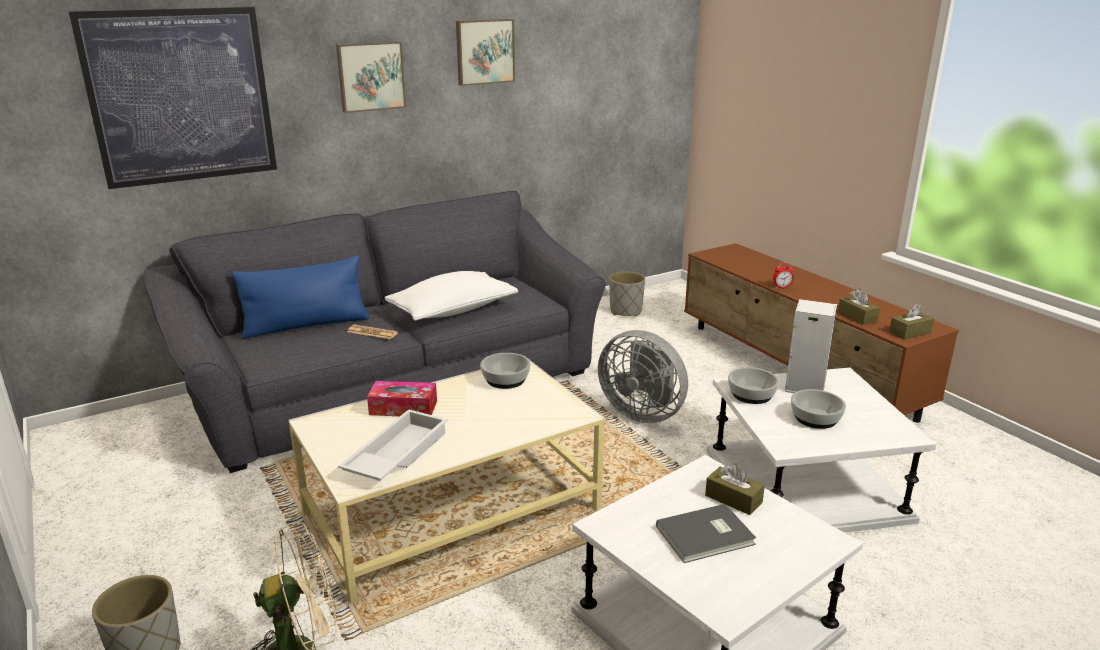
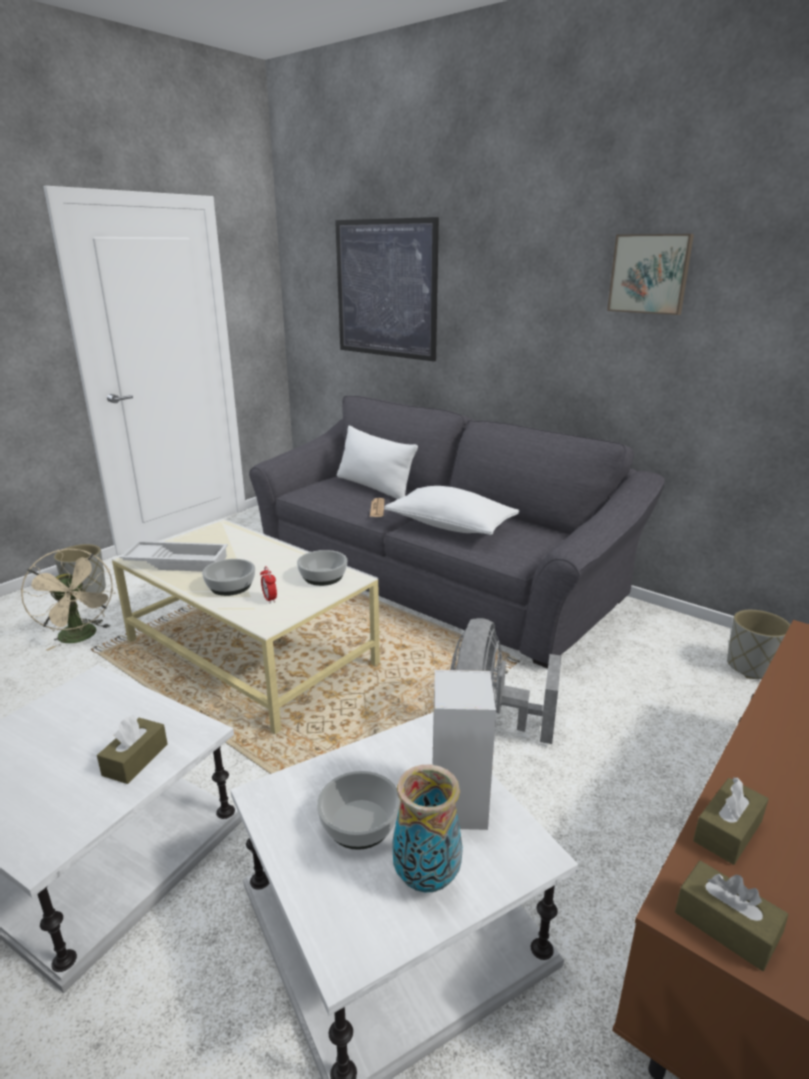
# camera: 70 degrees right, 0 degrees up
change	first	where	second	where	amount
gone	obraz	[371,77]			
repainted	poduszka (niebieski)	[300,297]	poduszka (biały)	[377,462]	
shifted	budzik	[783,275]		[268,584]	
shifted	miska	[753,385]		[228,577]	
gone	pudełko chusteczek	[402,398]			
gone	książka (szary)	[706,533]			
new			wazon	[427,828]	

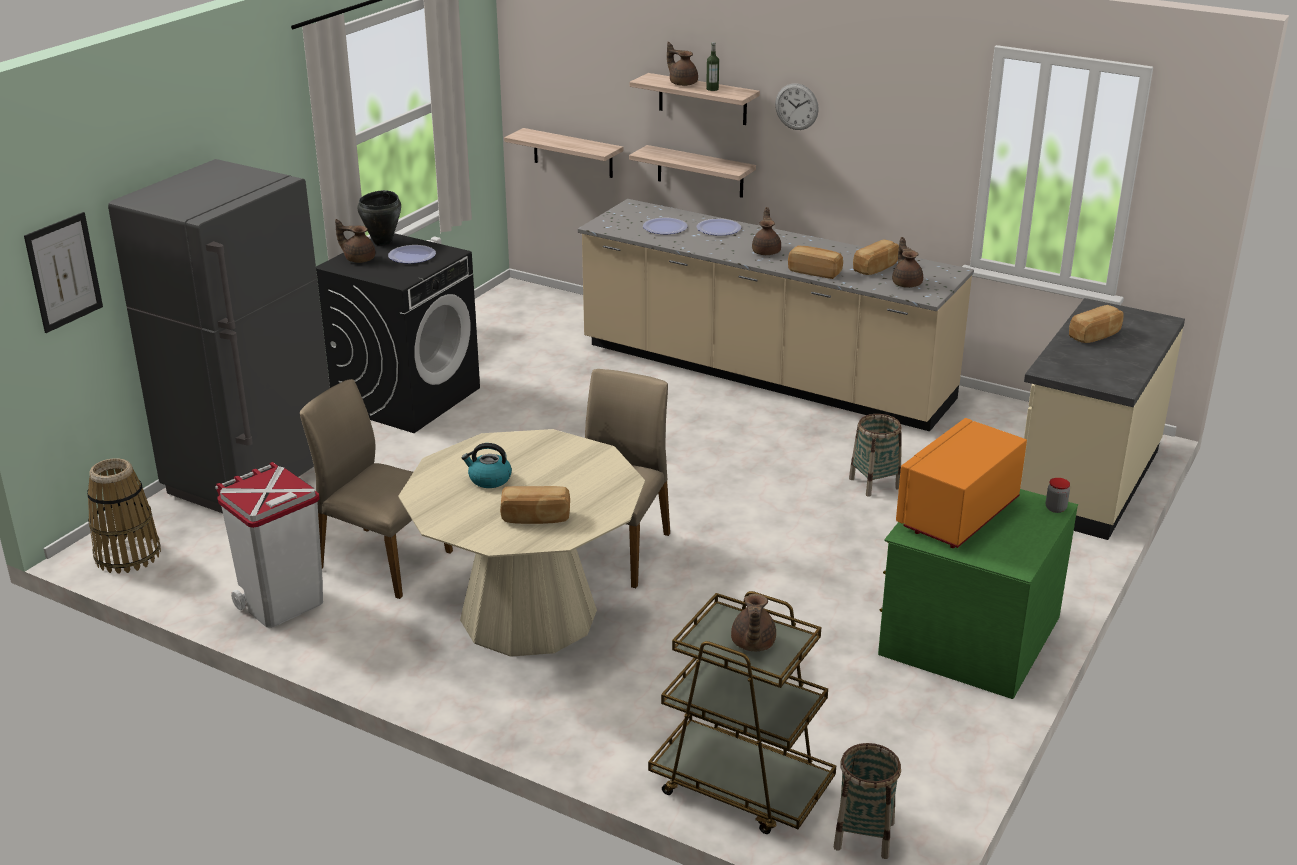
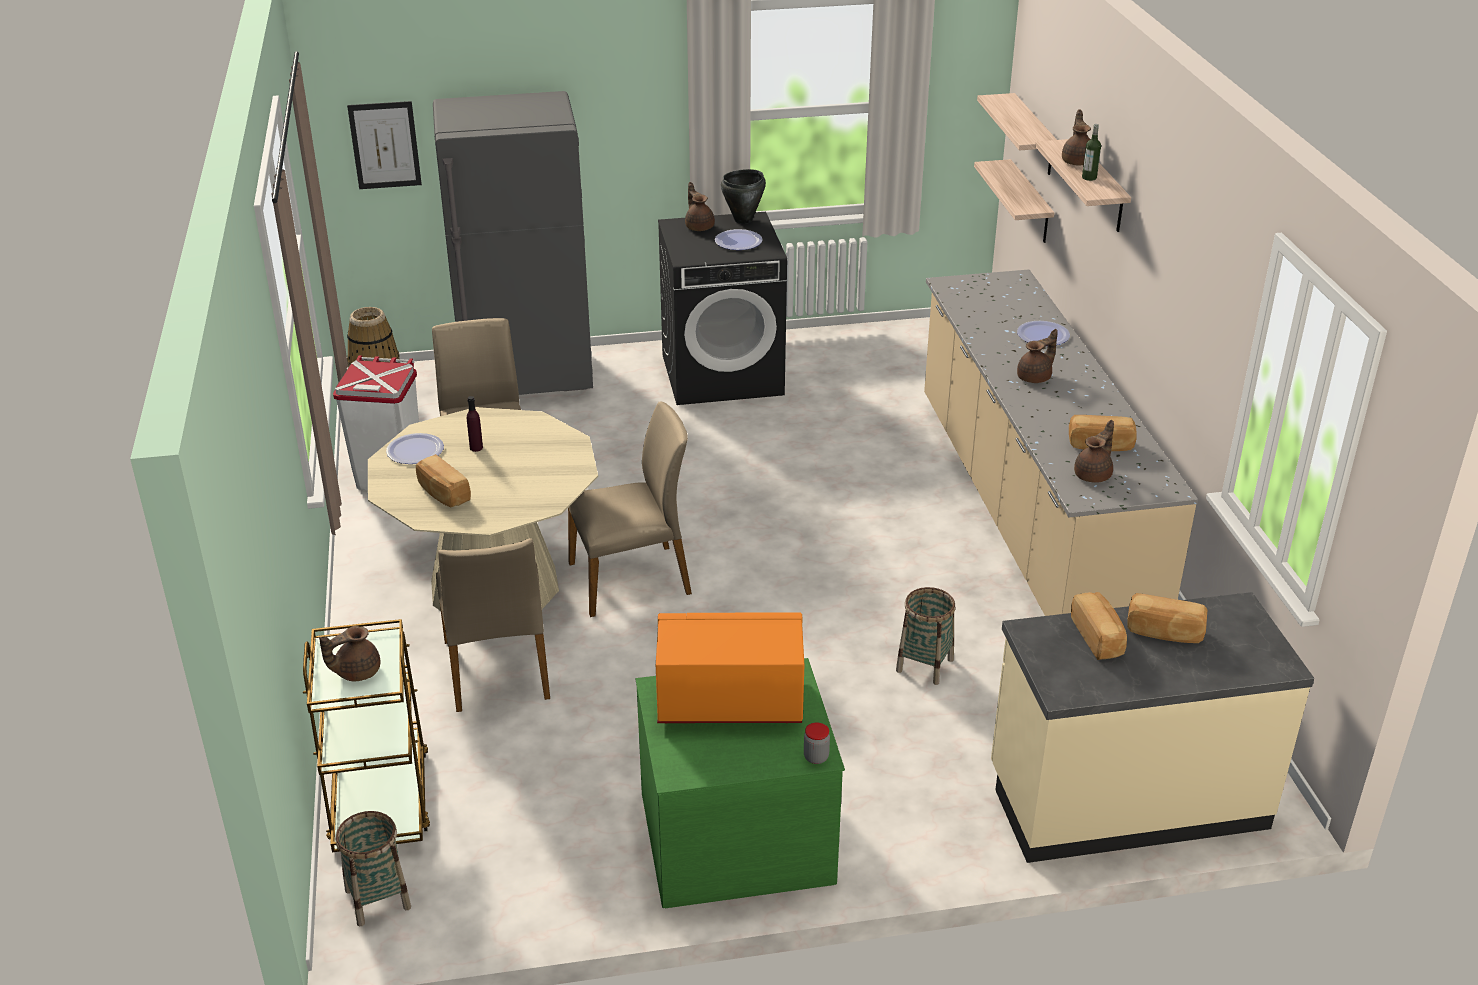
# camera: 50 degrees right, 5 degrees up
change	first	where	second	where	amount
gone	zegar ścienny	[797,106]			
shifted	półka	[692,171]		[1017,134]	
shifted	talerz	[665,226]		[415,448]	
shifted	chleb	[815,262]		[1099,626]	
swapped	czajnik	[486,465]	butelka (fioletowy)	[475,424]	
new			krzesło (beżowy)	[493,625]	

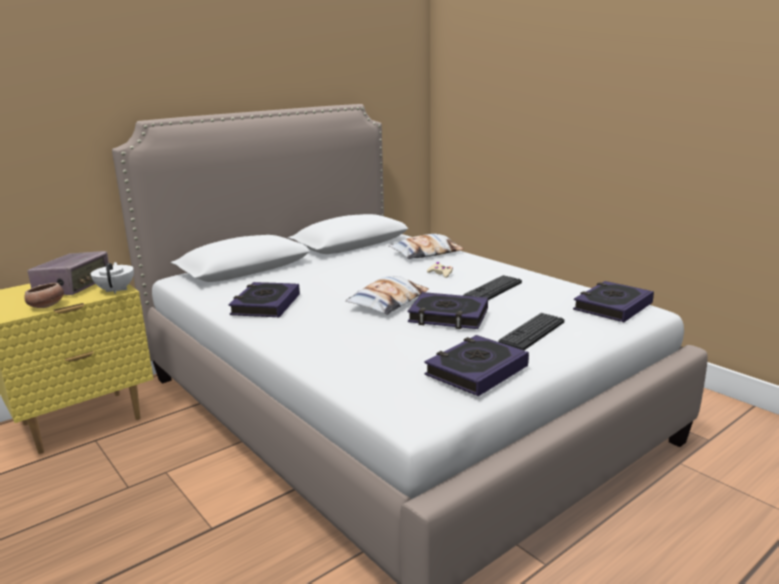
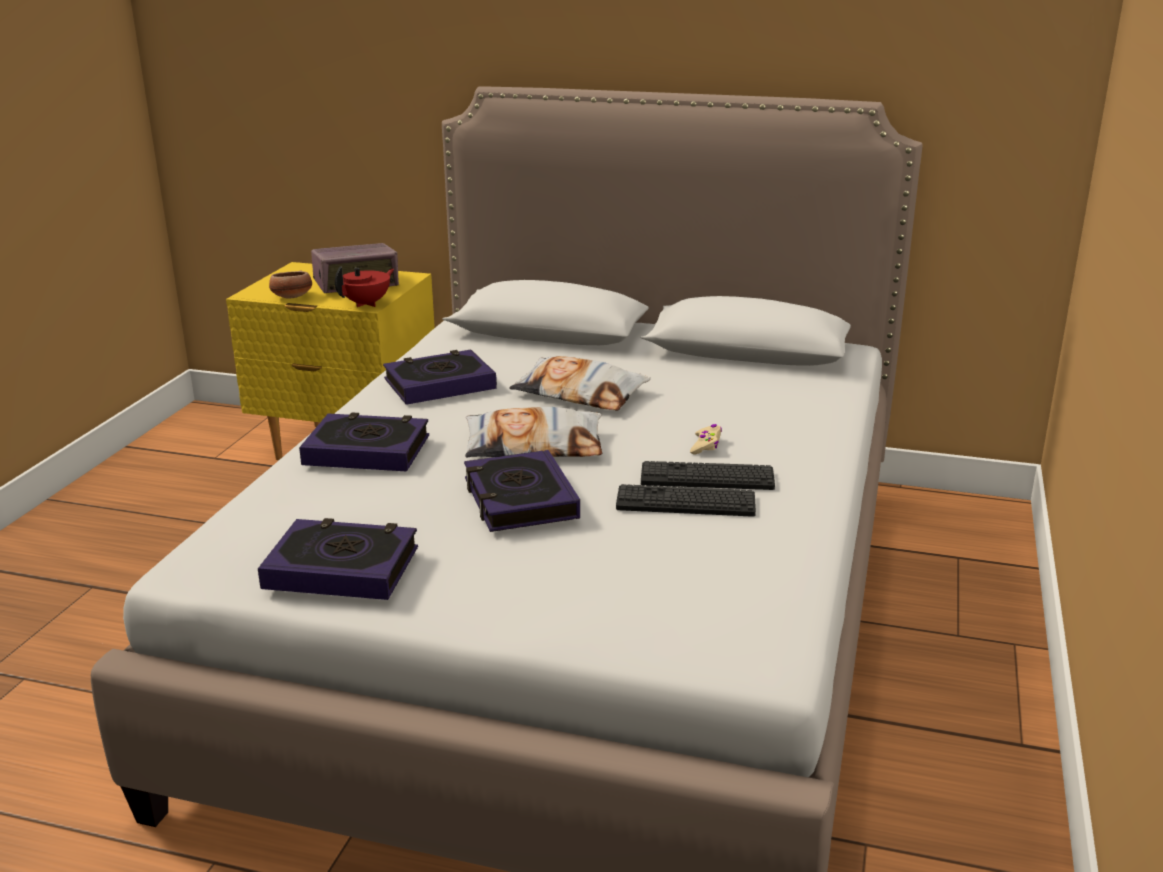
# camera: 55 degrees right, 5 degrees up
change	first	where	second	where	amount
shifted	poduszka	[426,246]		[579,383]	
repainted	imbryk (biały)	[112,278]	imbryk (czerwony)	[364,286]	
shifted	książka	[613,301]		[364,442]	
shifted	klawiatura	[531,331]		[708,475]	

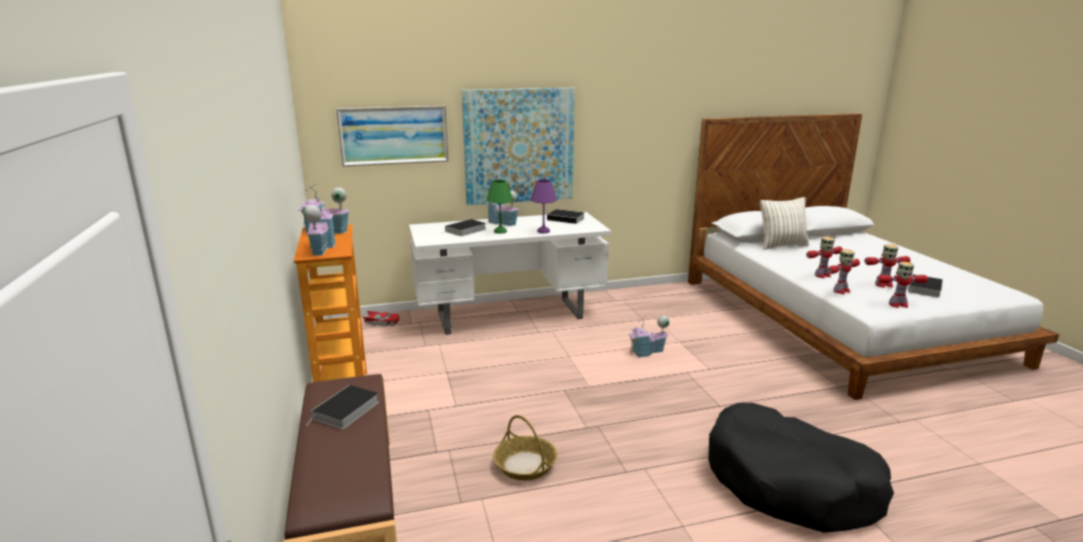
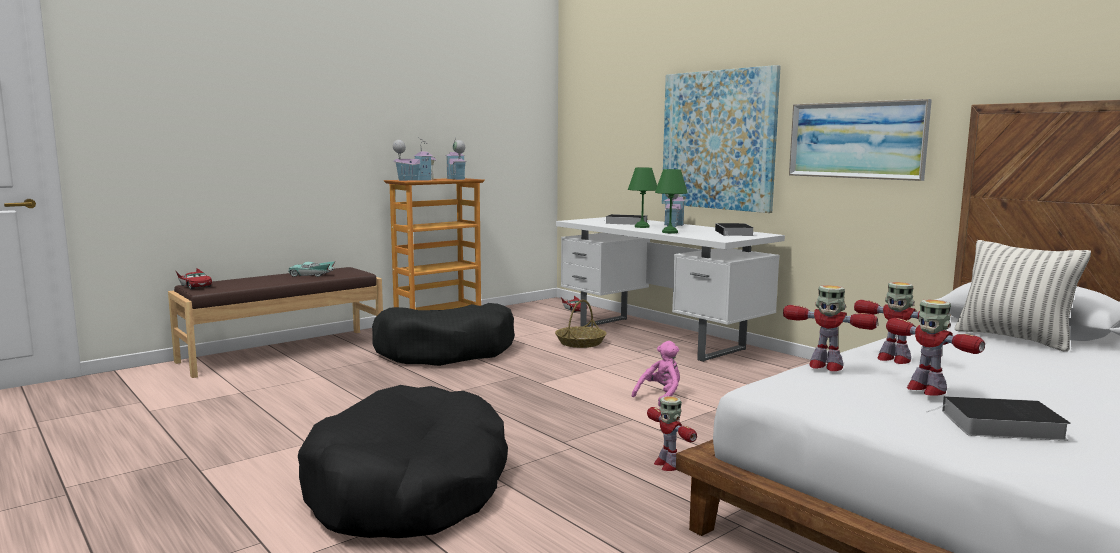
# camera: 65 degrees right, 10 degrees down
change	first	where	second	where	amount
shifted	obraz	[392,136]		[860,140]	
repainted	lampa stołowa (fioletowy)	[543,206]	lampa stołowa (zielony)	[671,201]	
shifted	robot zabawkowy	[902,284]		[672,433]	
swapped	domek	[649,336]	pluszak (różowy)	[656,374]	
swapped	książka	[342,407]	samochodzik (turkusowy)	[312,269]	
shifted	koszyk	[525,448]		[581,324]	
new			samochodzik (czerwony)	[193,278]	
new			legowisko (czarny)	[443,334]	

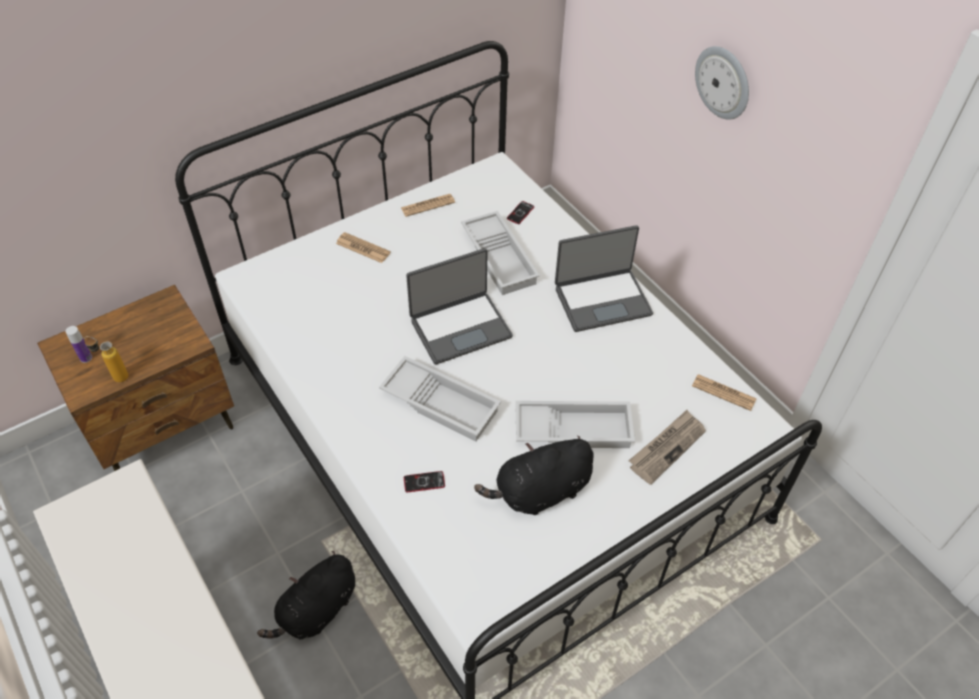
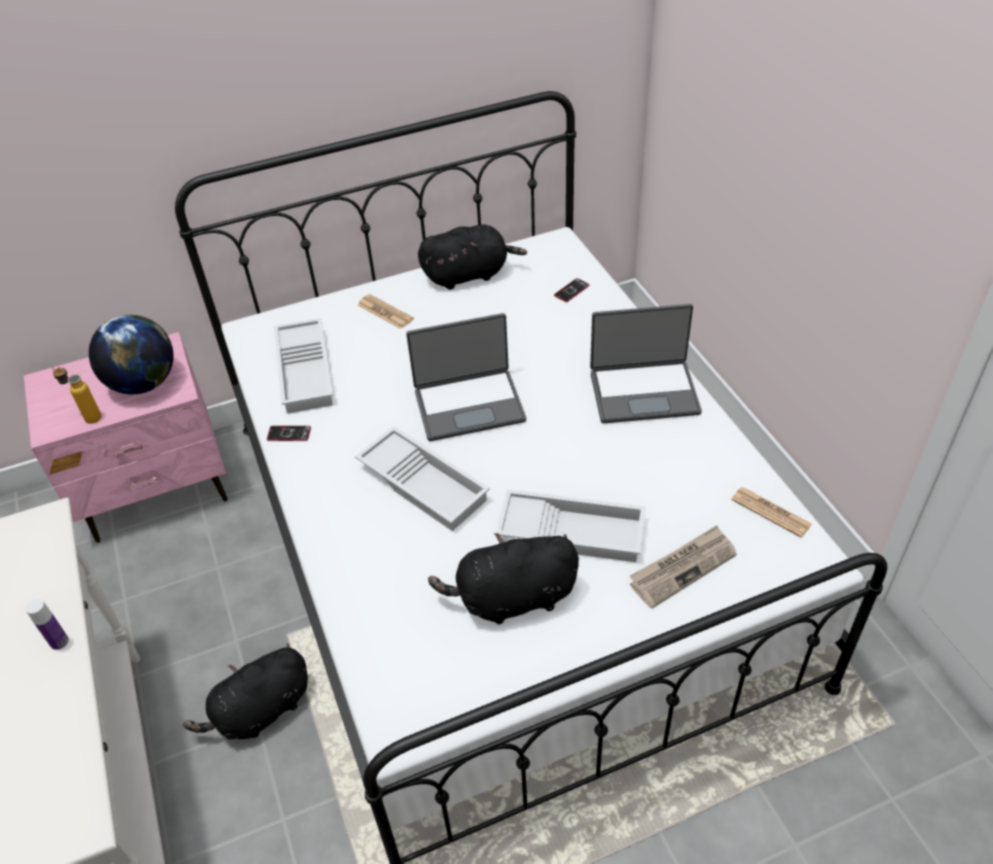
# camera: 15 degrees right, 5 degrees down
change	first	where	second	where	amount
gone	zegar ścienny	[722,83]			
swapped	gazeta	[428,205]	pluszak (czarny)	[472,257]	
shifted	taca (biały)	[500,253]		[303,366]	
repainted	szafka nocna (brązowy)	[135,378]	szafka nocna (różowy)	[125,437]	
shifted	butelka	[78,344]		[47,624]	
shifted	telefon	[424,481]		[289,433]	
new			globus	[131,354]	

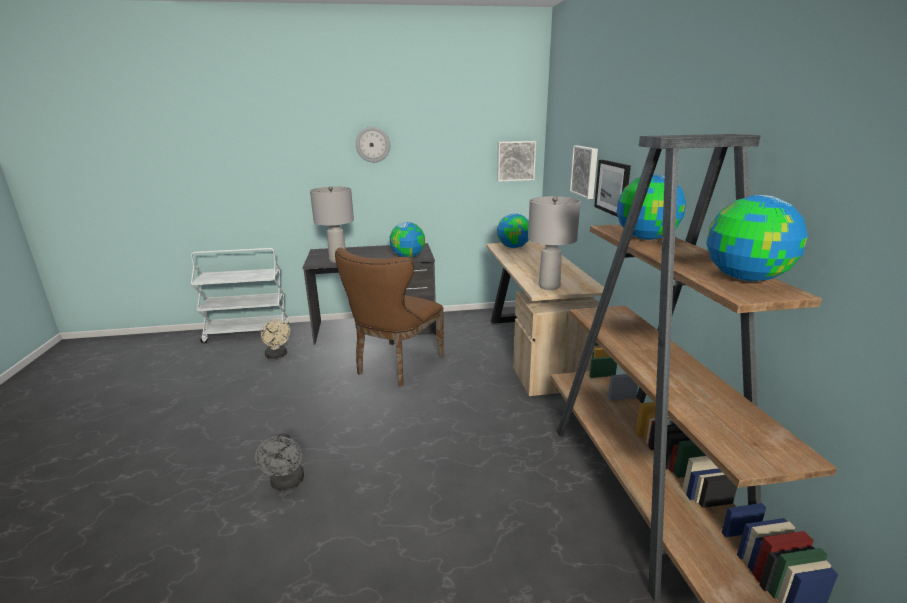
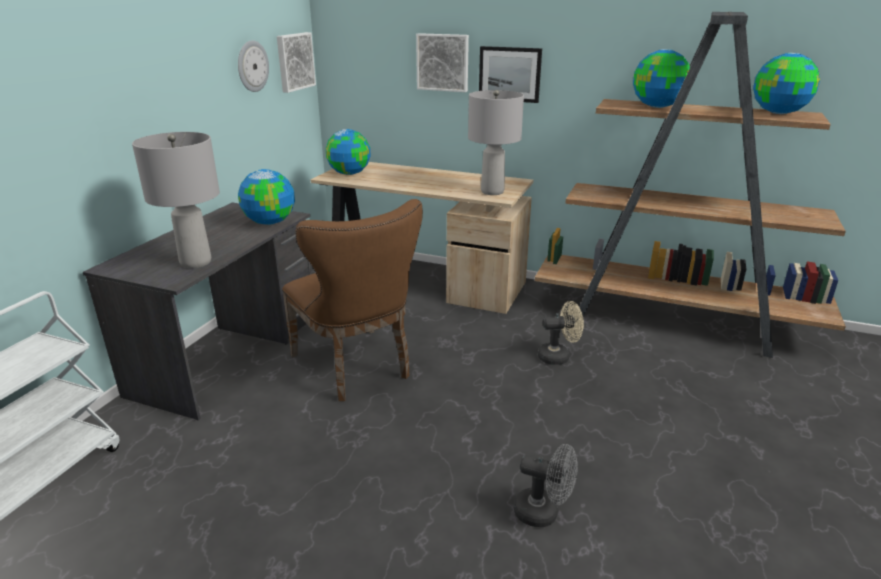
# camera: 60 degrees left, 5 degrees up
change	first	where	second	where	amount
shifted	zegar ścienny	[373,145]		[253,66]	
shifted	wentylator (beżowy)	[275,339]		[561,333]	

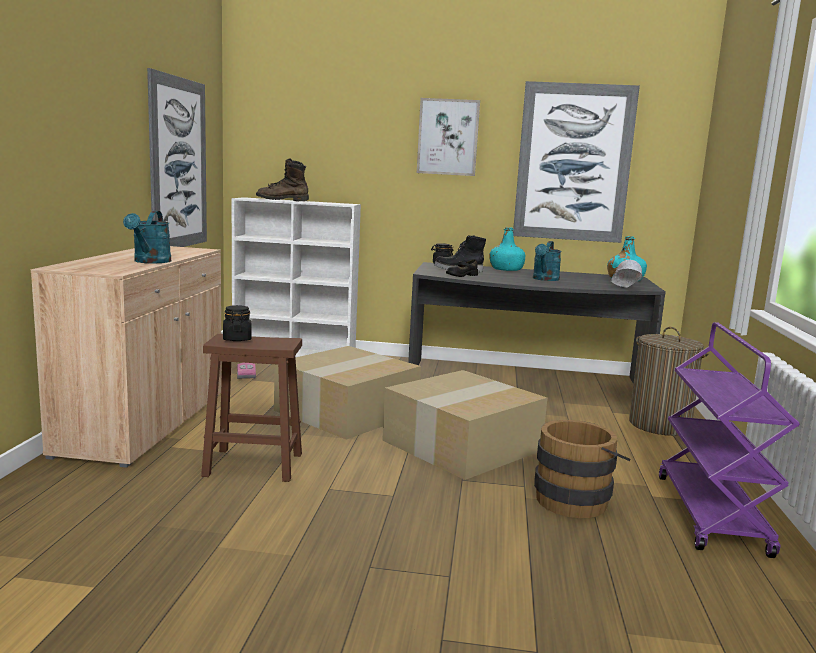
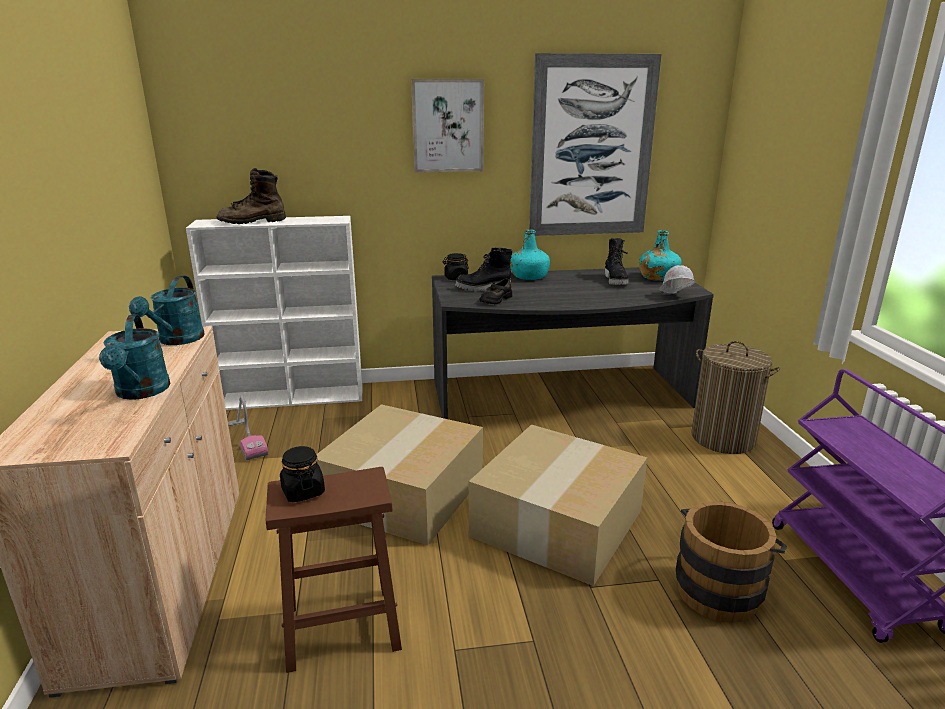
# camera: 15 degrees left, 10 degrees up
change	first	where	second	where	amount
gone	obraz	[177,157]			
shifted	konewka (turkusowy)	[547,261]		[167,310]	
new			but z cholewką (czarny)	[617,261]	

